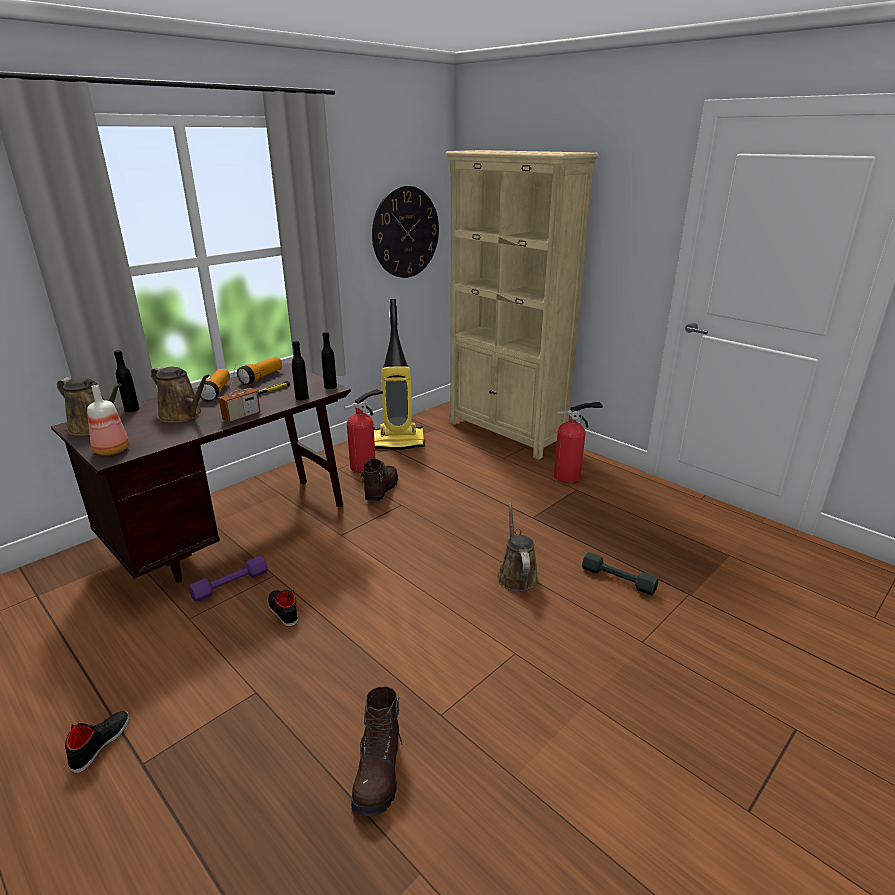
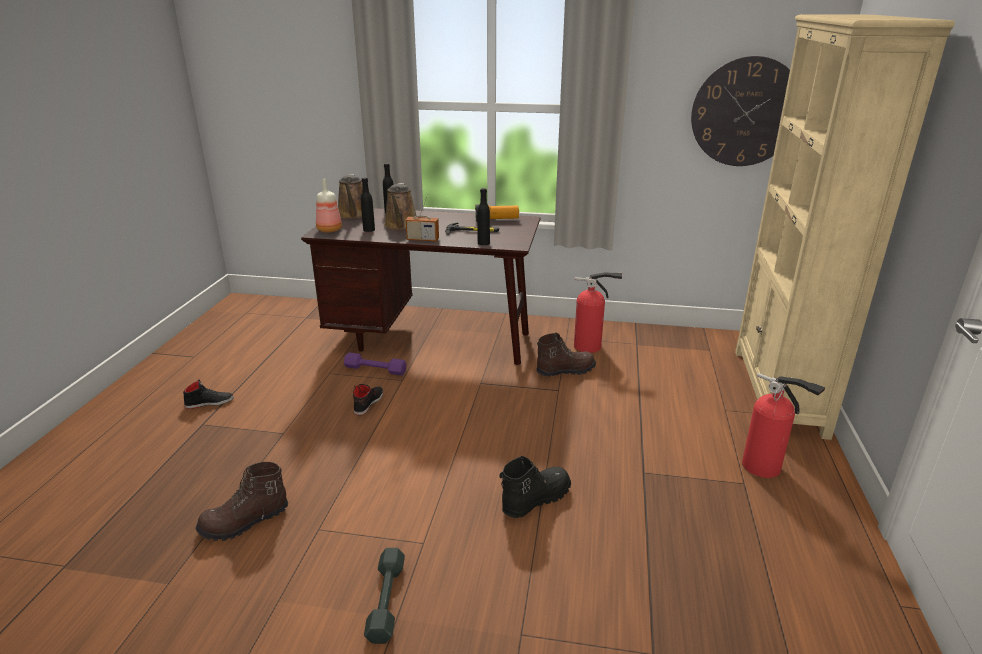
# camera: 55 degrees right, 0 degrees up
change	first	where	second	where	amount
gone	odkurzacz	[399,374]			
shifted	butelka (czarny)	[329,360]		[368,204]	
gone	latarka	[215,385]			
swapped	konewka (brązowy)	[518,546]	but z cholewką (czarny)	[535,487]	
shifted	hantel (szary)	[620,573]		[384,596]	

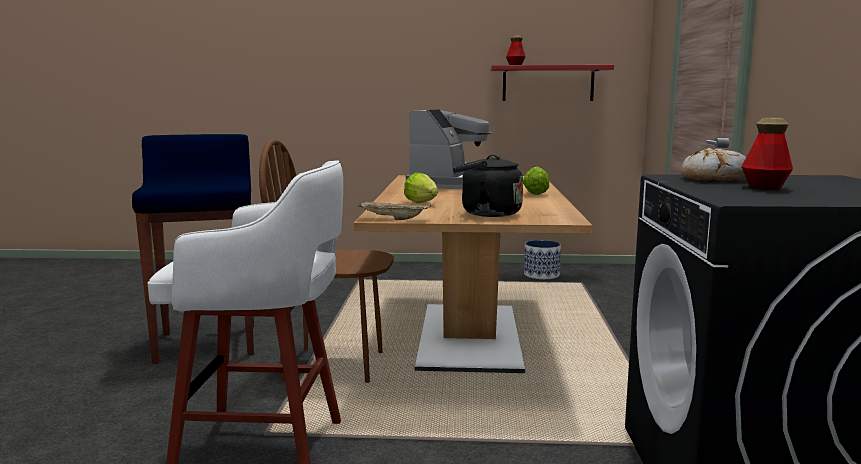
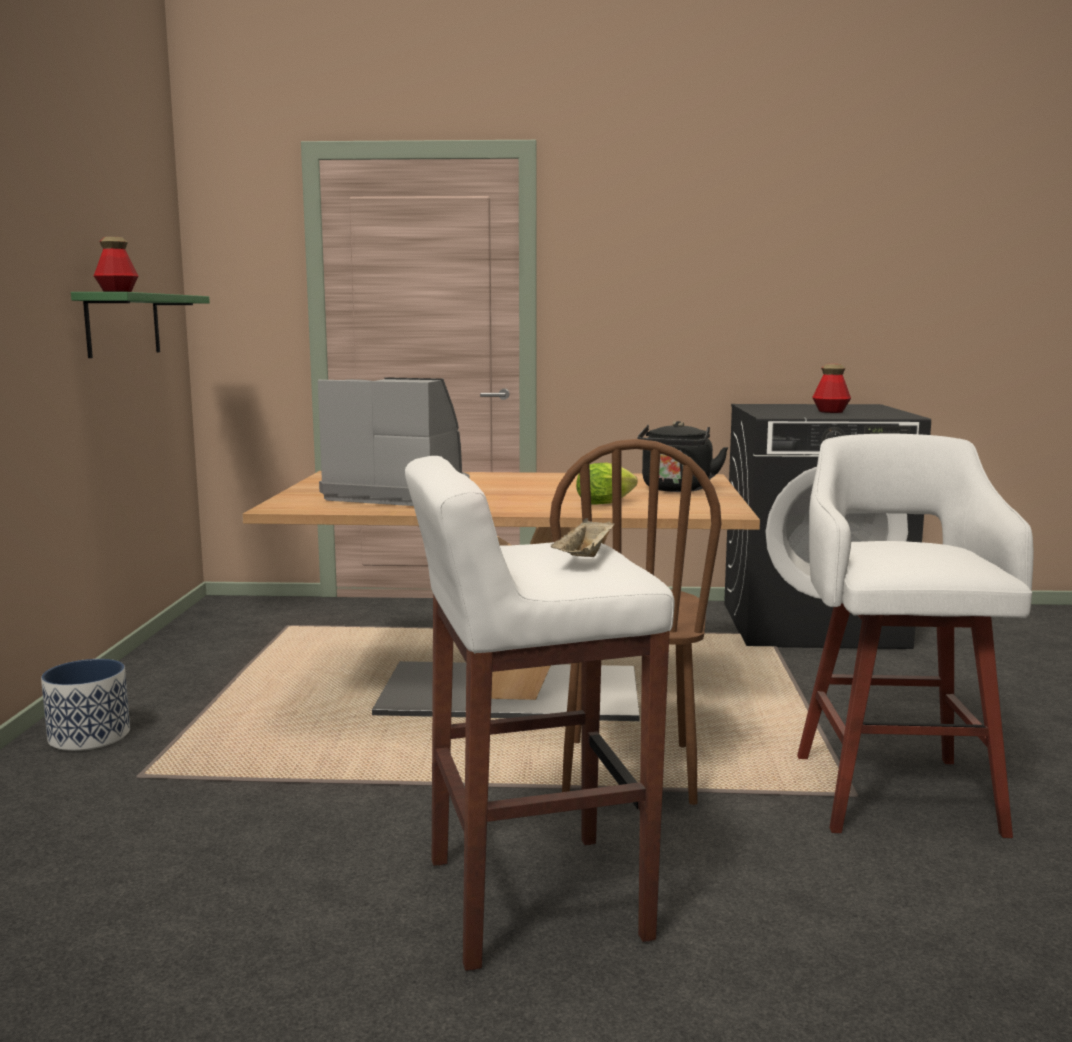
# camera: 90 degrees left, 0 degrees up
change	first	where	second	where	amount
repainted	półka (czerwony)	[552,83]	półka (zielony)	[140,325]	
repainted	stołek (niebieski)	[193,249]	stołek (biały)	[540,713]	
gone	chleb	[713,165]			
gone	sałata	[536,181]			
shifted	taca (beżowy)	[394,210]		[582,537]	
shifted	donica	[542,259]		[85,705]	

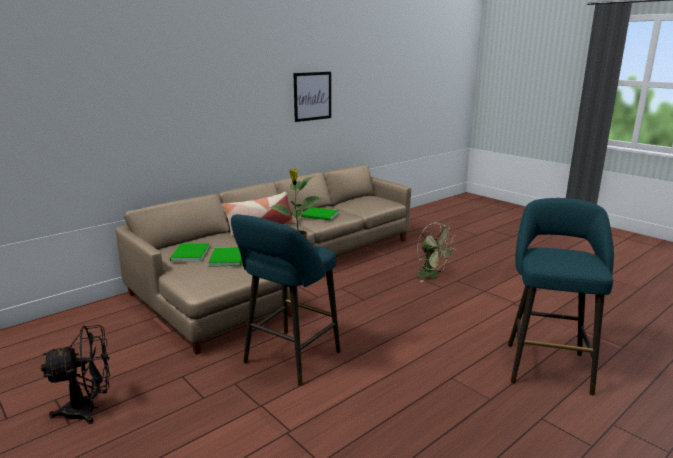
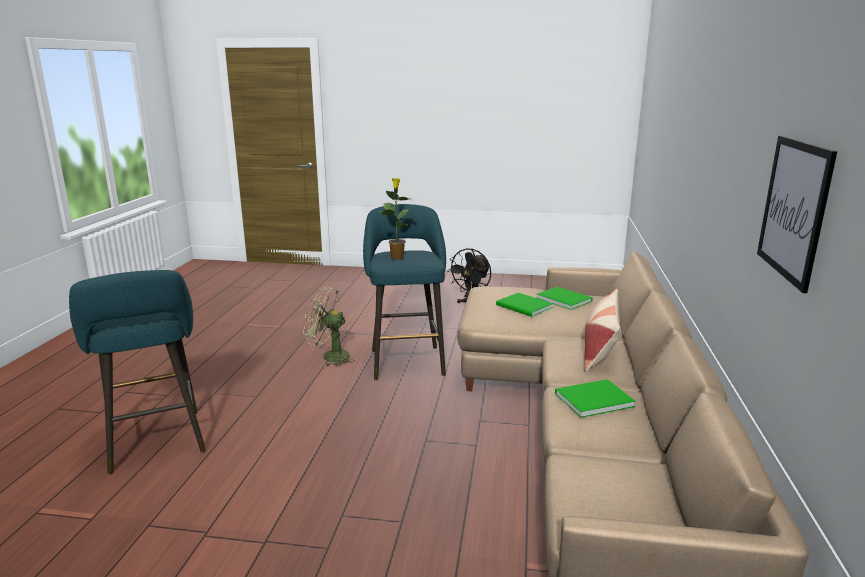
# camera: 140 degrees right, 0 degrees up
change	first	where	second	where	amount
shifted	wentylator (zielony)	[437,252]		[329,326]	

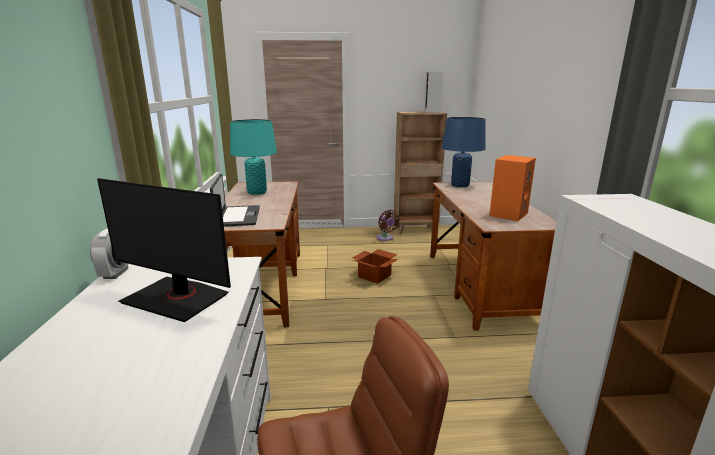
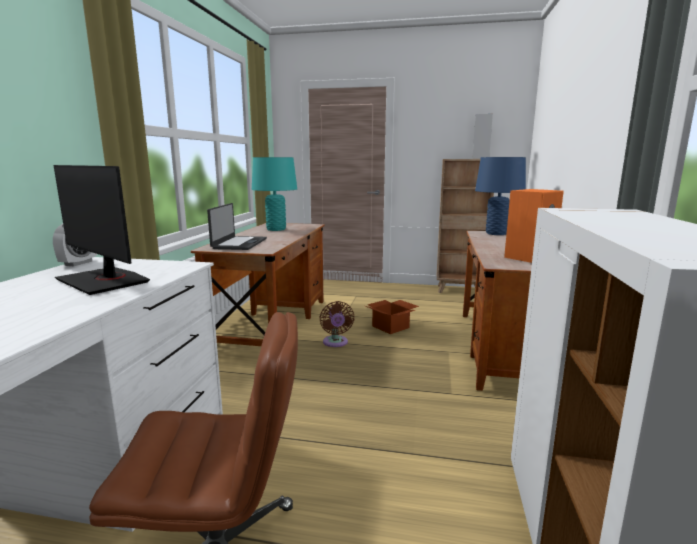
# camera: 15 degrees right, 5 degrees down
change	first	where	second	where	amount
shifted	wentylator (brązowy)	[387,225]		[336,324]	

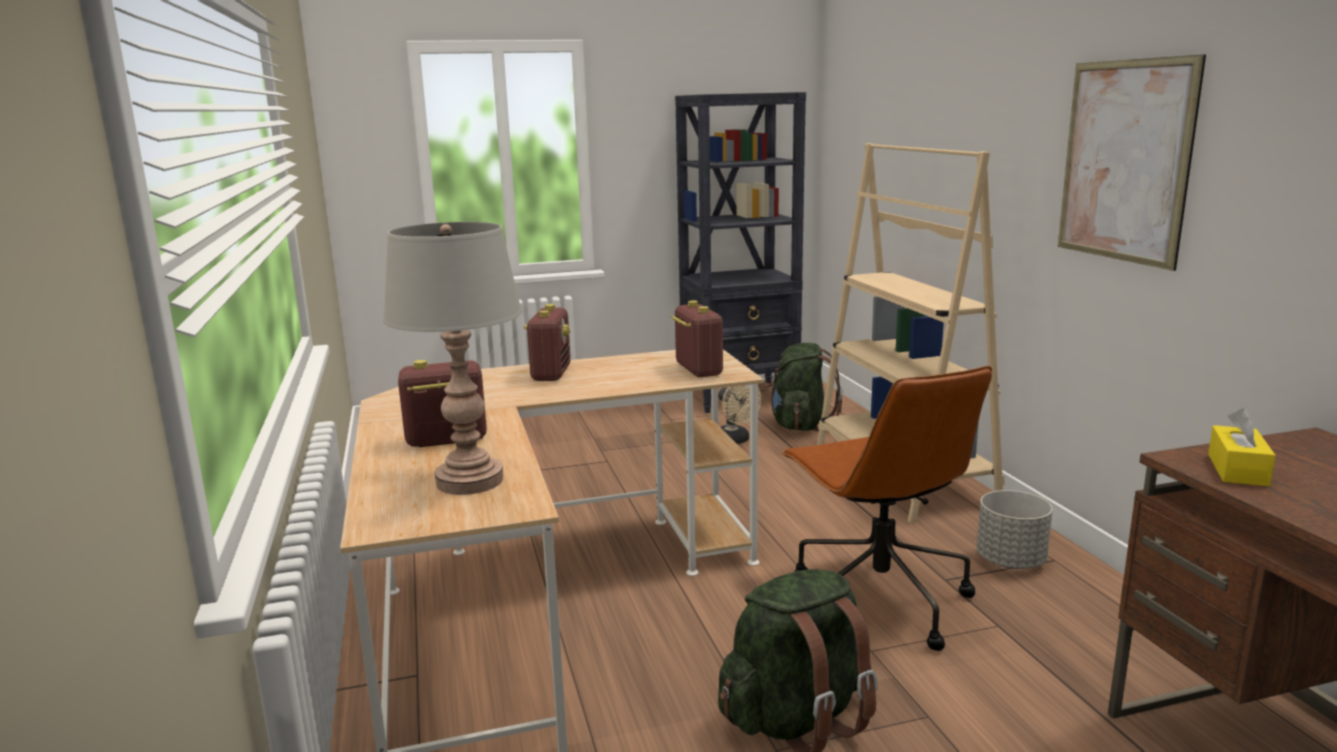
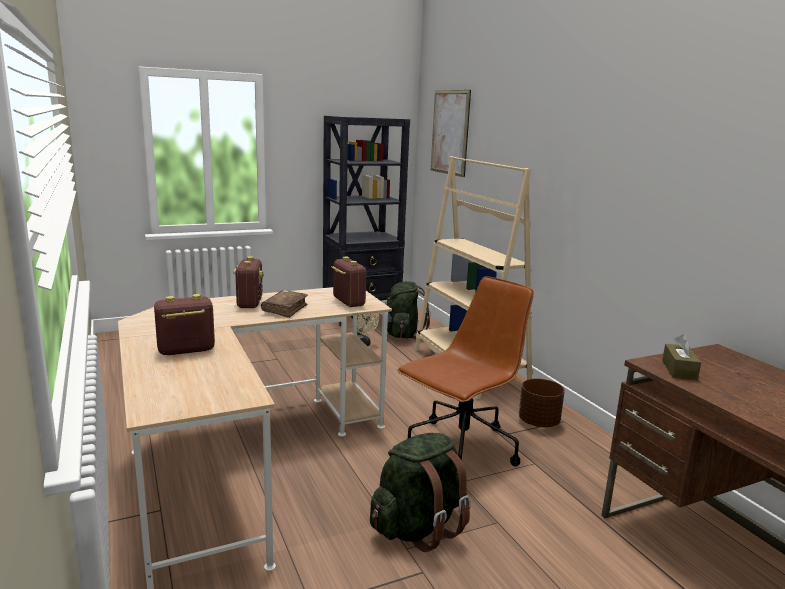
# camera: 10 degrees left, 0 degrees up
change	first	where	second	where	amount
shifted	obraz	[1132,163]		[451,133]	
gone	lampa stołowa (szary)	[452,358]			
rotated	krzesło biurowe (brązowy)	[886,508]		[465,371]	105 degrees counterclockwise
repainted	pudełko chusteczek (żółty)	[1242,447]	pudełko chusteczek (brązowy)	[681,357]	
repainted	donica (szary)	[1015,529]	donica (brązowy)	[542,403]	
new			książka (brązowy)	[284,304]	

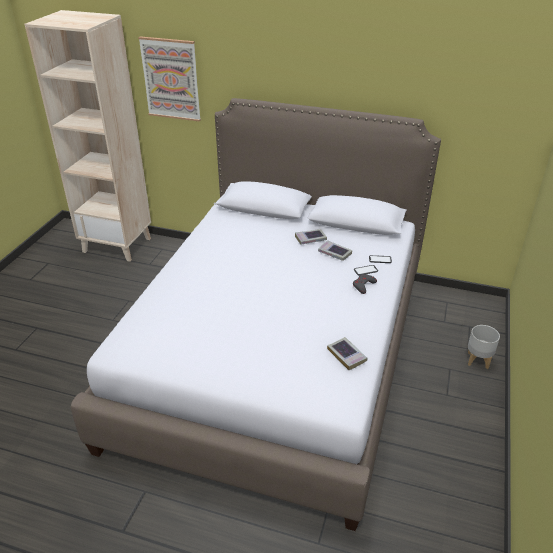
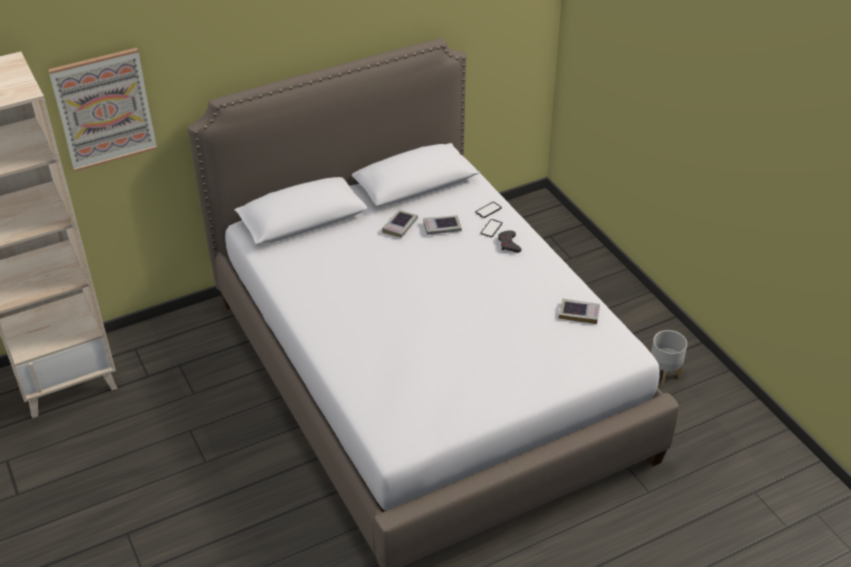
# camera: 45 degrees left, 5 degrees up
change	first	where	second	where	amount
shifted	donica (szary)	[484,347]		[669,358]	

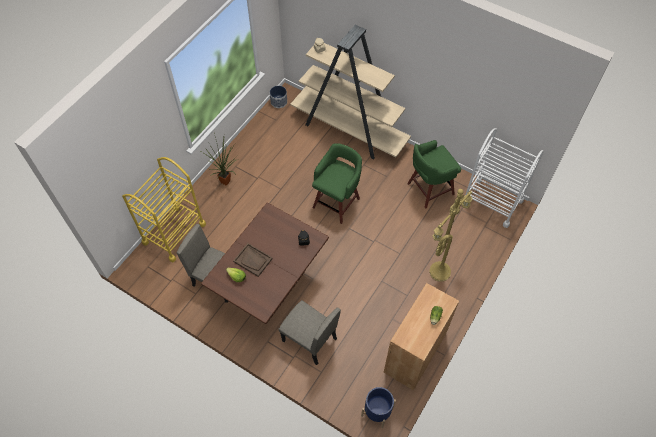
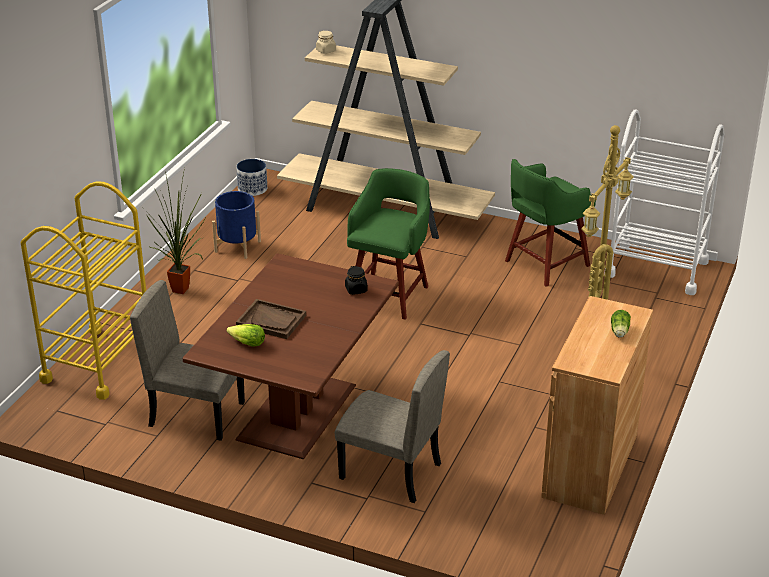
# camera: 10 degrees left, 25 degrees down
change	first	where	second	where	amount
shifted	donica (niebieski)	[378,407]		[236,225]	

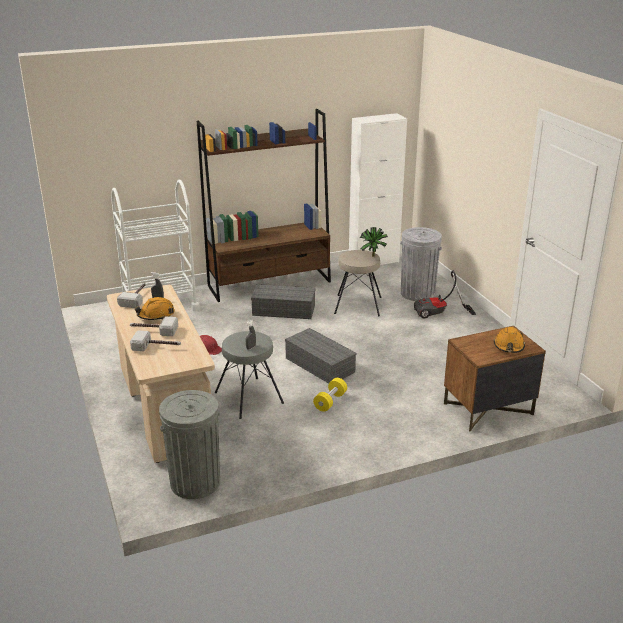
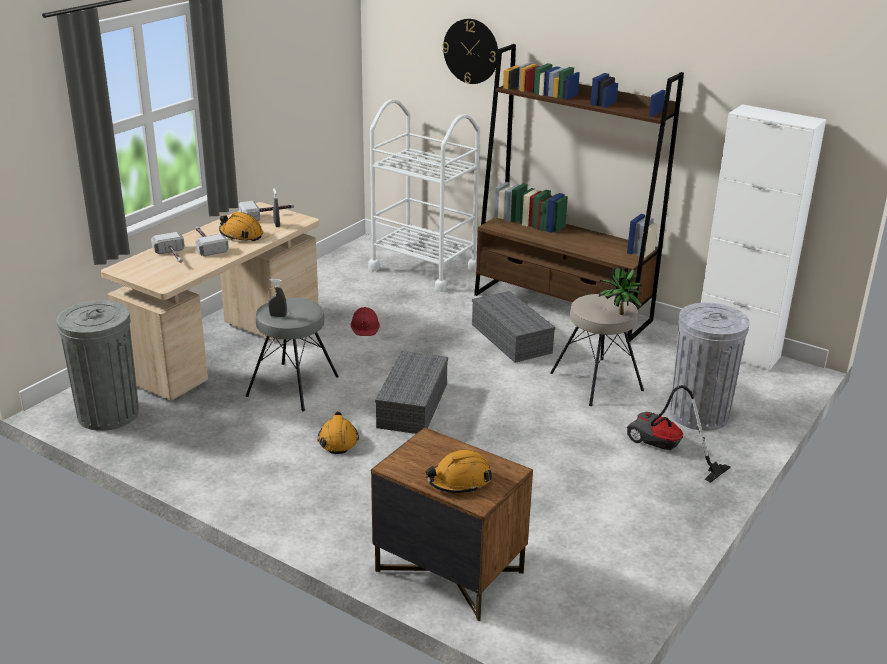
# camera: 55 degrees right, 0 degrees up
change	first	where	second	where	amount
swapped	hantel (żółty)	[330,395]	kask (pomarańczowy)	[338,432]	
new			zegar ścienny	[470,51]	

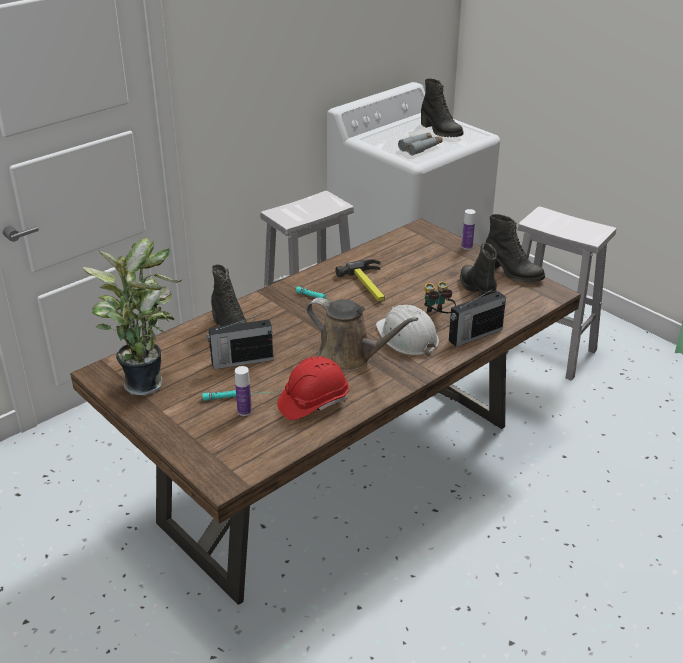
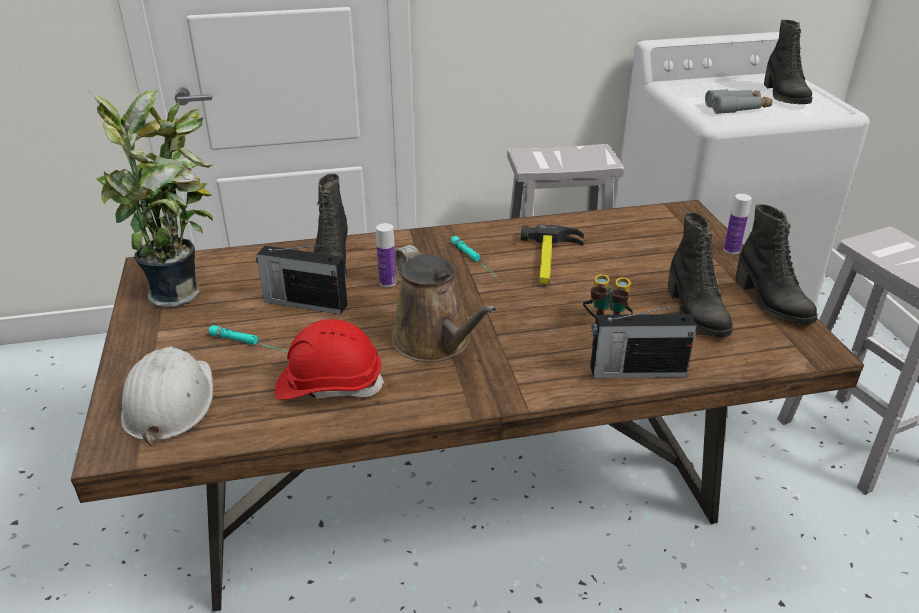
# camera: 30 degrees right, 0 degrees up
change	first	where	second	where	amount
rotated	but z cholewką (czarny)	[478,270]		[700,275]	150 degrees clockwise
shifted	kask (biały)	[407,330]		[167,396]	
shifted	butelka	[243,391]		[386,255]	

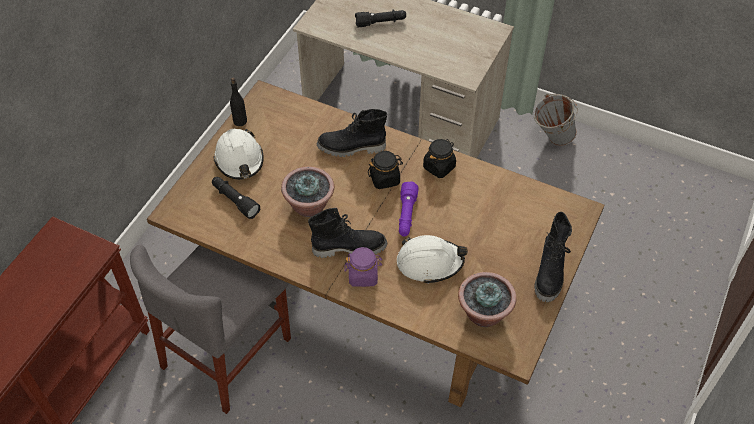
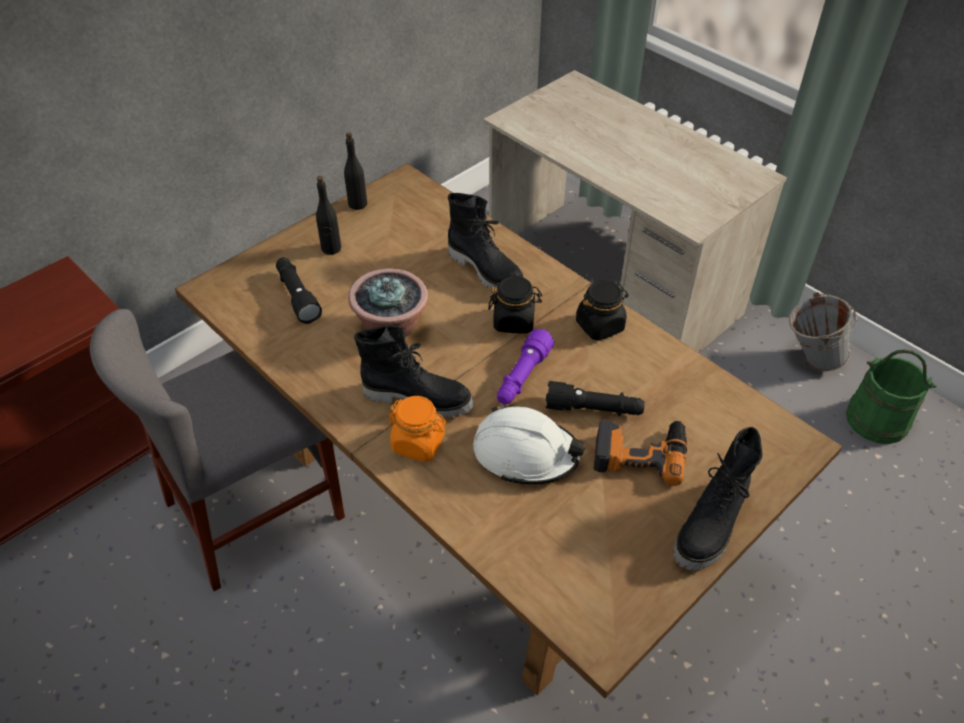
# camera: 20 degrees right, 5 degrees down
change	first	where	second	where	amount
shifted	latarka (czarny)	[380,18]		[595,398]	
rotated	but z cholewką (czarny)	[352,133]		[486,242]	150 degrees counterclockwise
swapped	kask (biały)	[239,154]	butelka (czarny)	[328,215]	
repainted	słoik (fioletowy)	[363,267]	słoik (pomarańczowy)	[417,429]	
gone	roślina doniczkowa	[487,299]			
new			wiadro (zielony)	[891,397]	
new			wiertarka	[640,452]	

